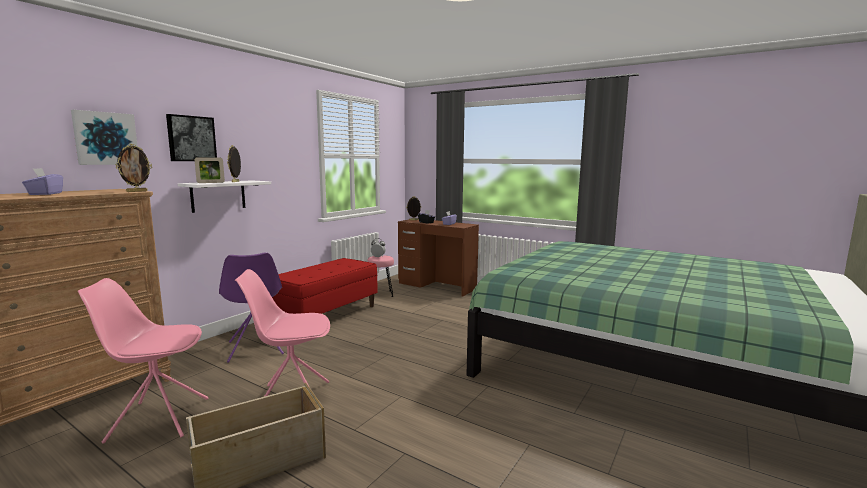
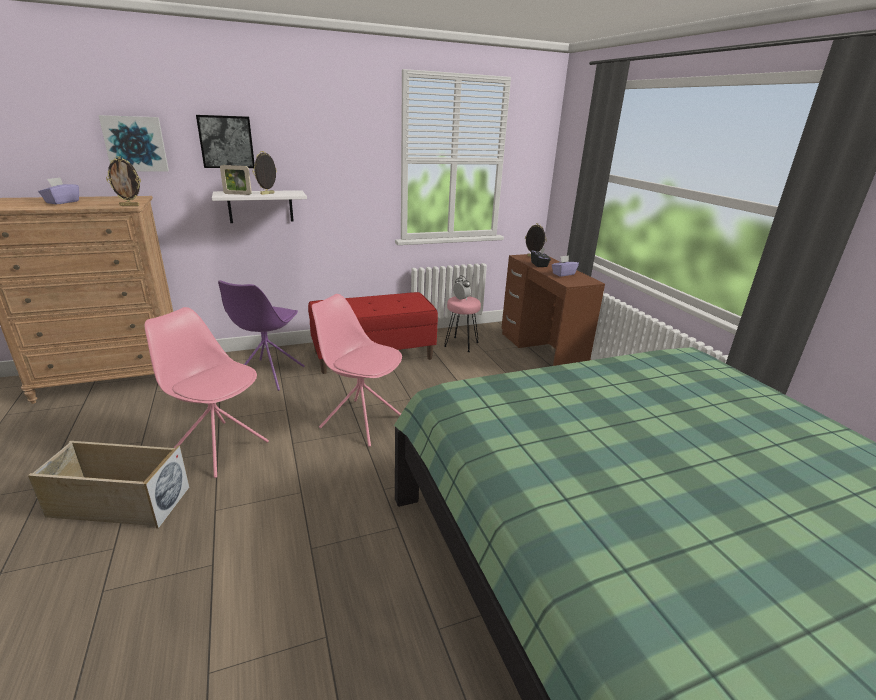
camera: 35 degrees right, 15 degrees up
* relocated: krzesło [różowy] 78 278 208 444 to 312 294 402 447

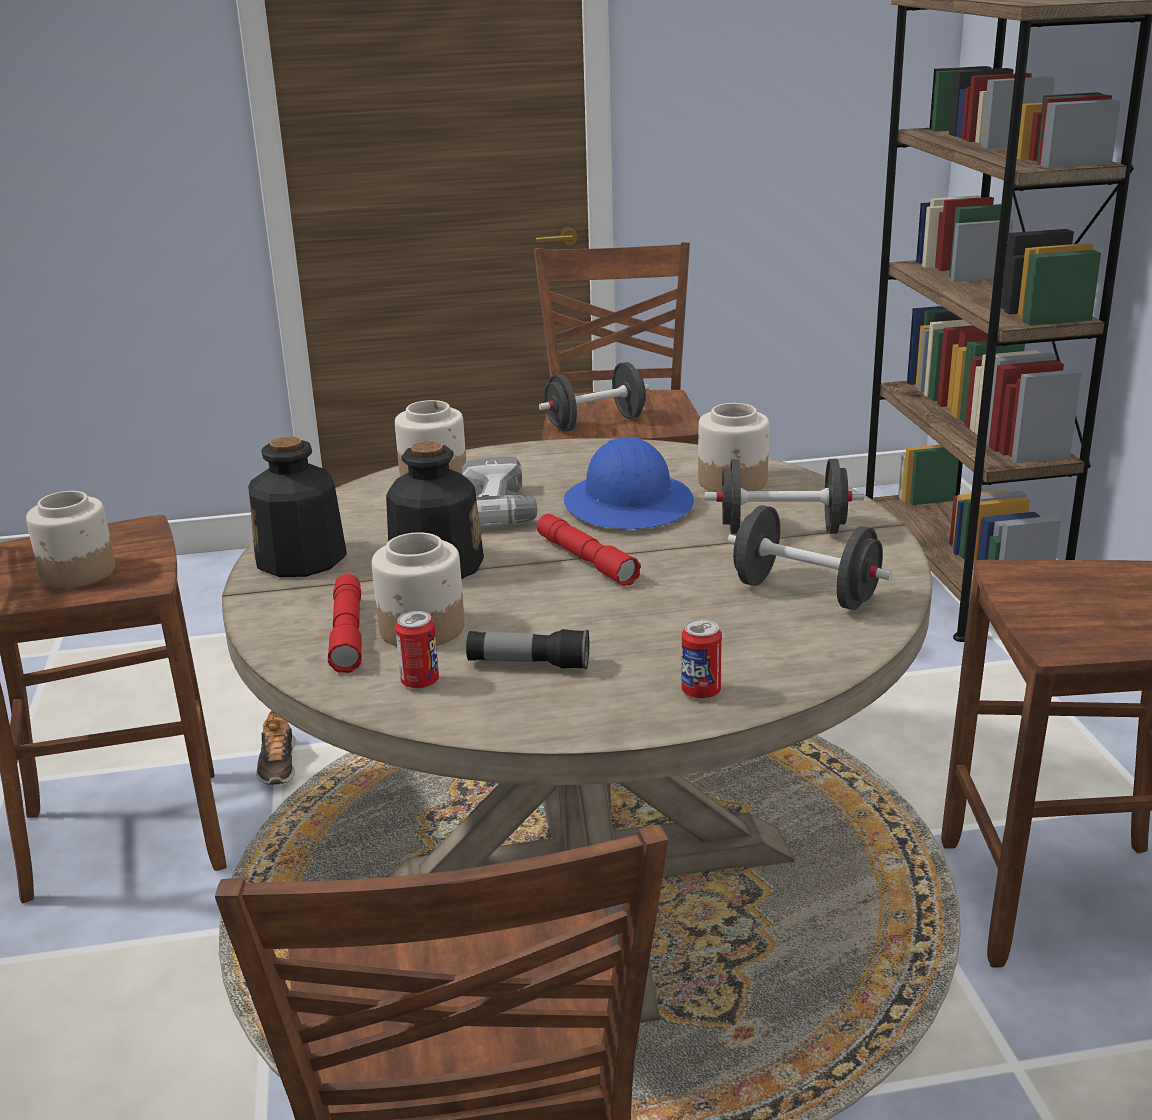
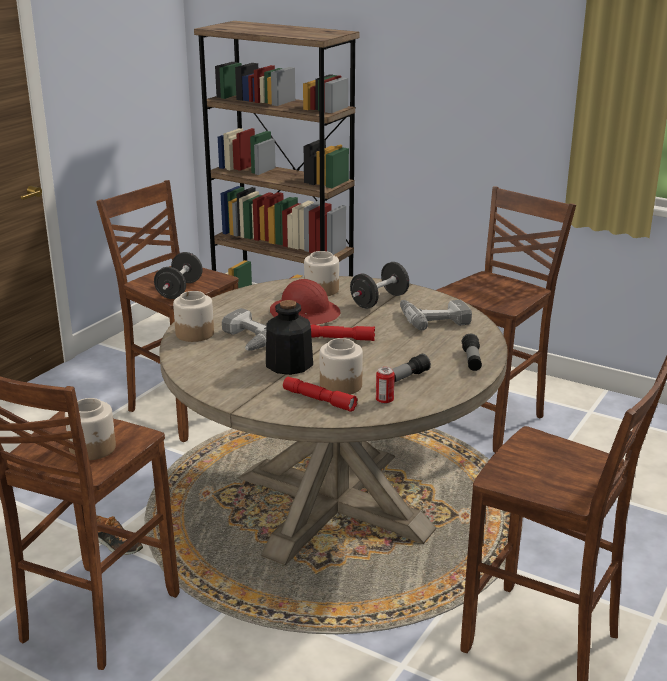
camera: 50 degrees left, 0 degrees up
* missing: butelka 248 436 347 577
* exchanged: puszka 682 619 722 699 to latarka 462 334 482 371
* exchanged: hantel [czarny] 727 505 892 610 to wiertarka 400 300 472 330
* colour: kask [niebieski] 564 437 694 529 to kask [czerwony] 270 279 341 325

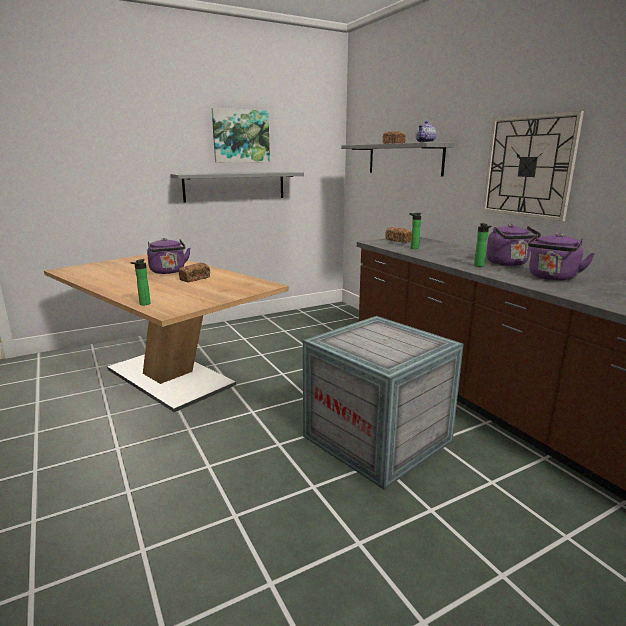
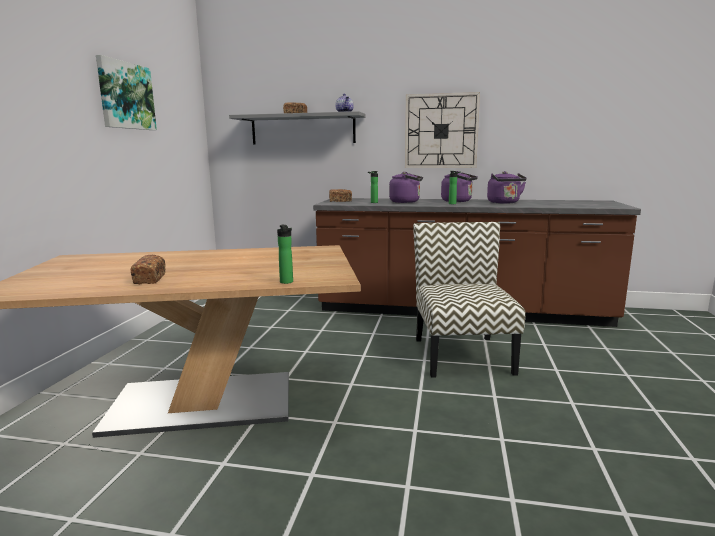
camera: 50 degrees left, 5 degrees down
* missing: półka [szary] 170 172 304 202
* relocated: czajnik [fioletowy] 147 238 191 274 to 389 172 423 203
* relocated: chleb 179 263 210 283 to 131 255 166 284
* exchanged: skrzynka 303 316 464 489 to krzesło 413 222 526 377

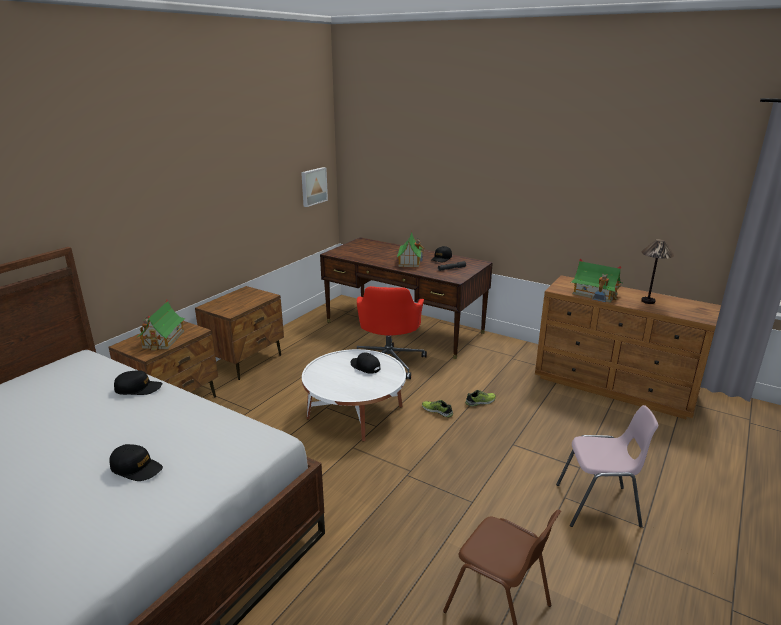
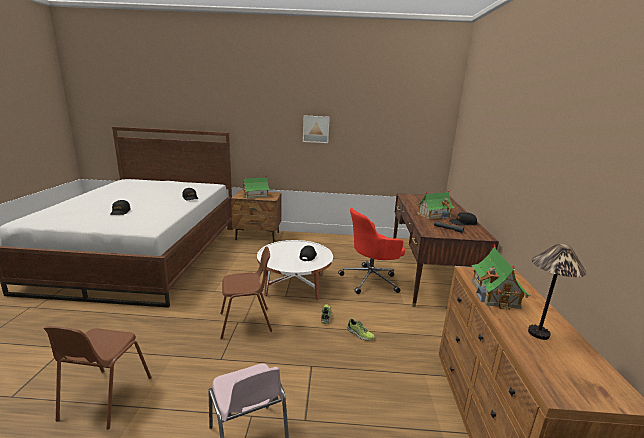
camera: 60 degrees right, 5 degrees down
* missing: szafka nocna [brązowy] 195 286 284 380
* appeared: krzesło [brązowy] 220 246 272 339
* relocated: obraz 301 167 328 207 to 303 115 330 143

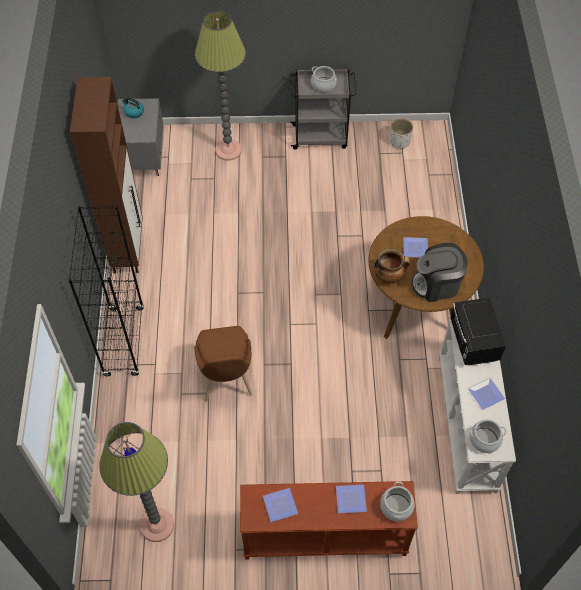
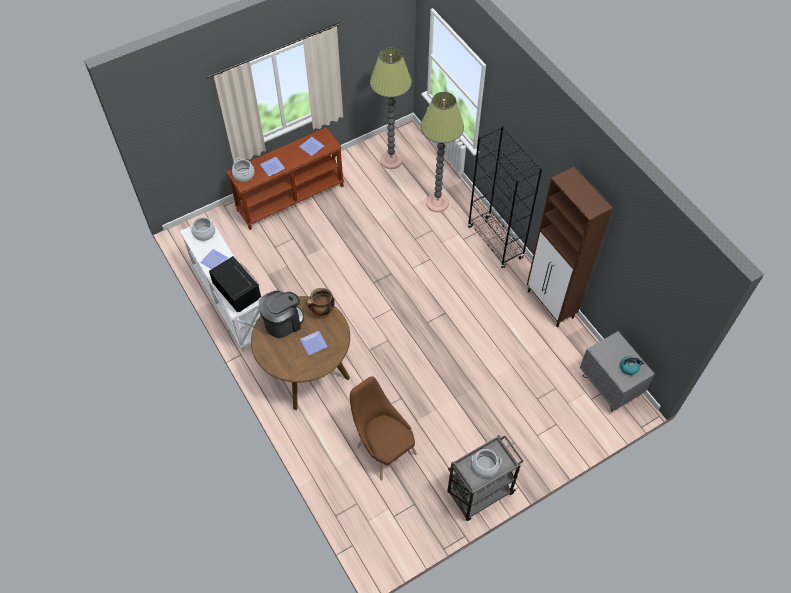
camera: 150 degrees right, 0 degrees up
* missing: donica [biały] 390 118 413 150
* relocated: krzesło [brązowy] 194 326 253 402 to 350 376 417 481
* relocated: lampa stojąca 195 11 246 161 to 421 92 464 212

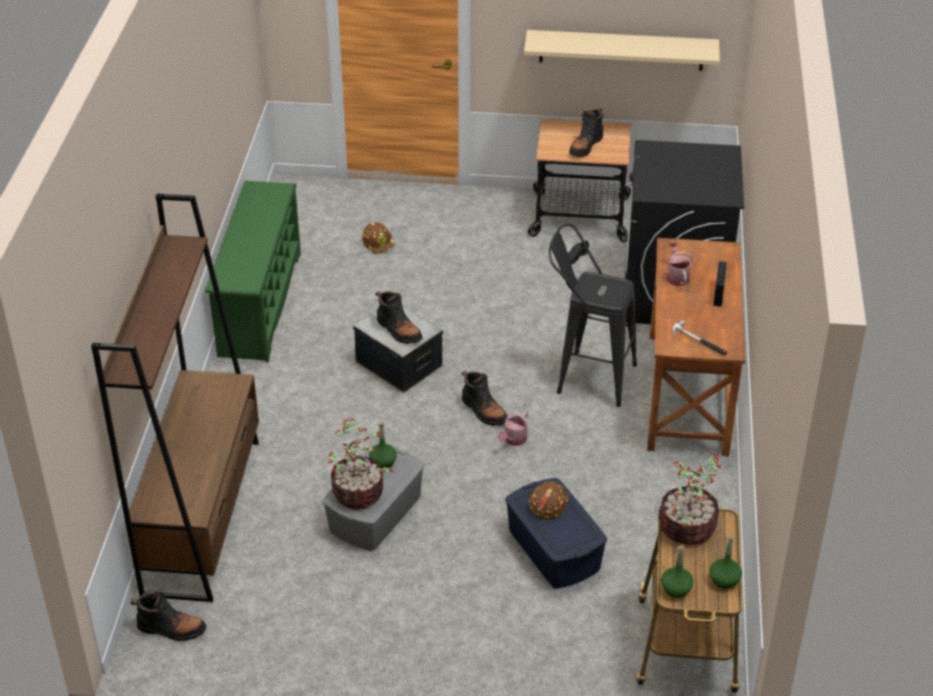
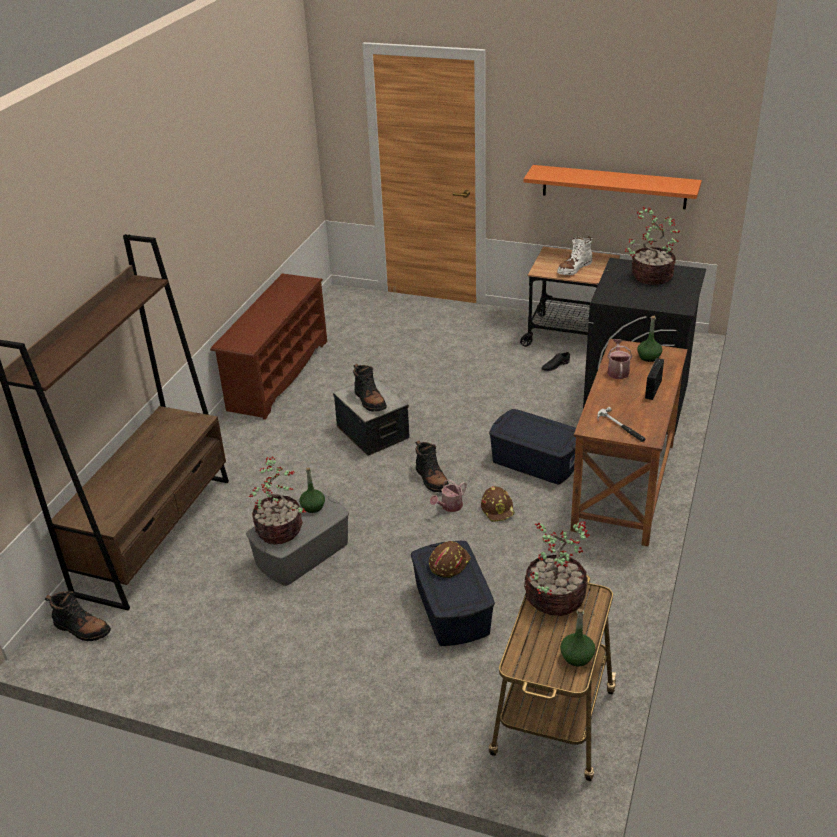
camera: 15 degrees right, 5 degrees down
* appeared: roślina doniczkowa 625 206 680 285
* relocated: kask [brązowy] 362 222 395 254 to 481 486 515 522
* relocated: butelka [zielony] 661 545 694 598 to 637 316 662 362
* exchanged: stołek [czarny] 548 223 637 407 to pojemnik do przechowywania [niebieski] 489 409 576 484
* colour: regał na buty [zielony] 205 181 301 363 to regał na buty [brązowy] 210 273 327 420
* colour: półka [beżowy] 524 30 720 71 to półka [pomarańczowy] 524 165 702 210
* colour: but z cholewką [czarny] 569 108 603 157 to but z cholewką [biały] 557 236 592 275

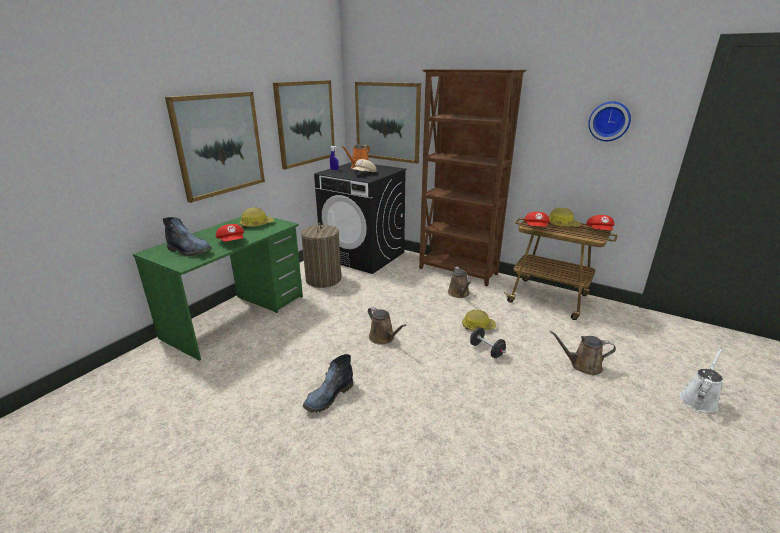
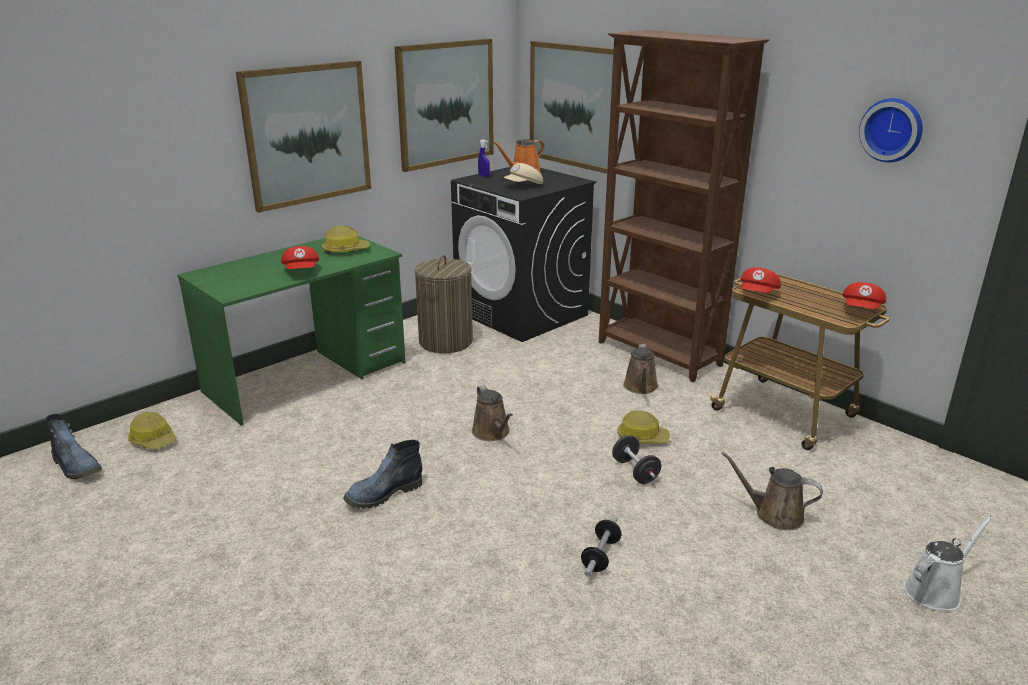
camera: 15 degrees right, 0 degrees up
* appeared: hantel 581 517 622 577
* relocated: but z cholewką 163 217 212 257 to 46 414 102 479
* relocated: kask 549 208 581 227 to 128 412 177 449

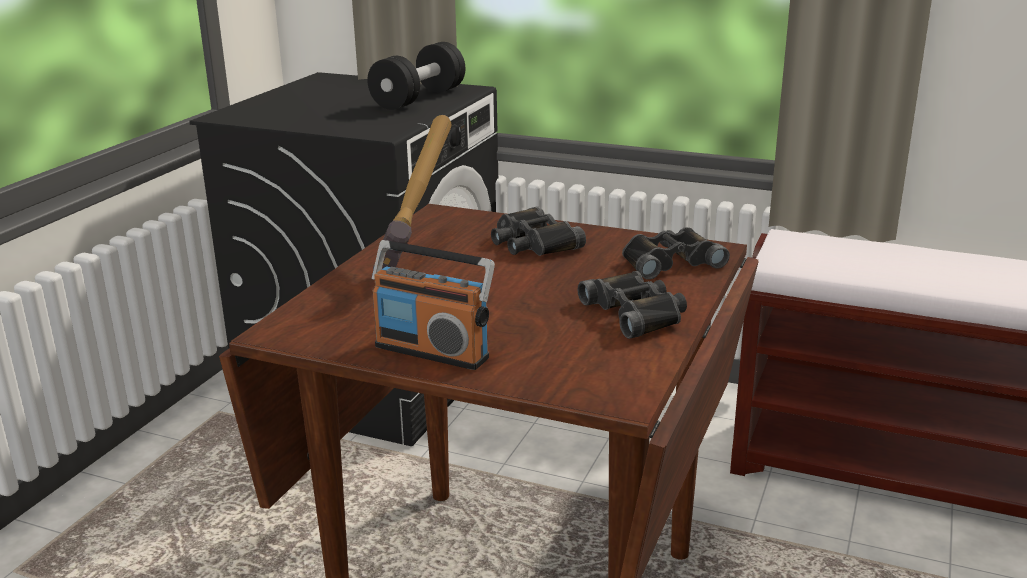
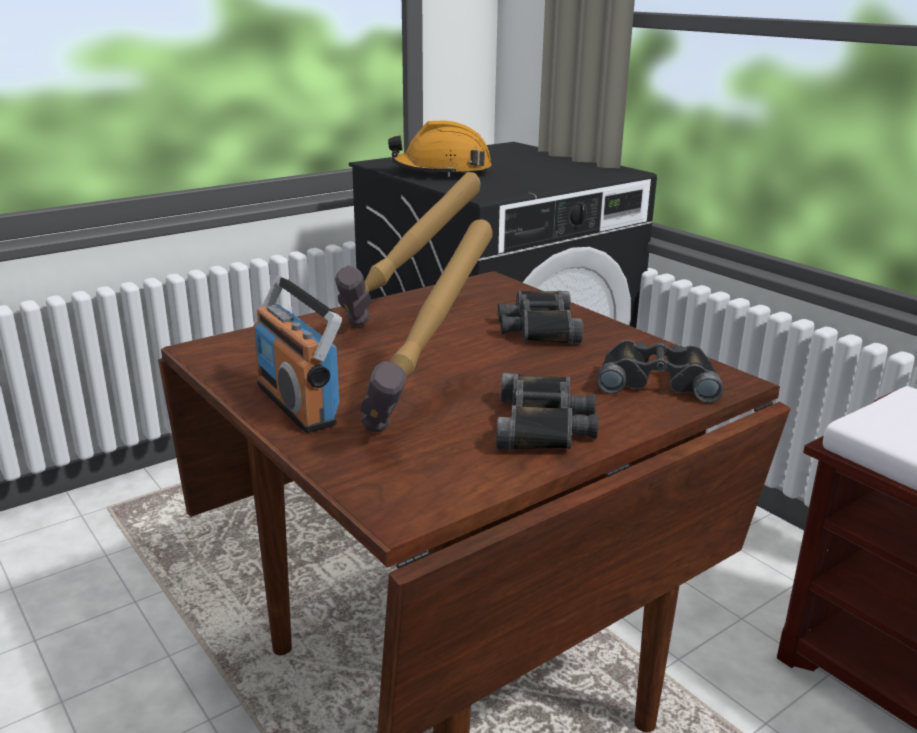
camera: 30 degrees right, 0 degrees up
* missing: hantel [czarny] 367 42 465 110
* appeared: młotek 360 219 493 432
* appeared: kask [pomarańczowy] 388 121 492 177

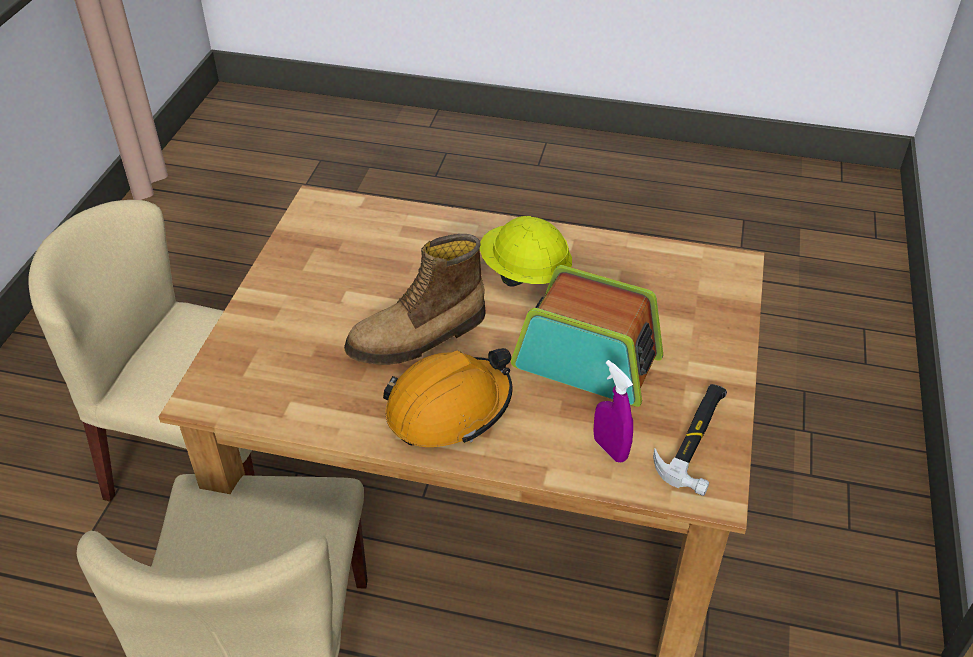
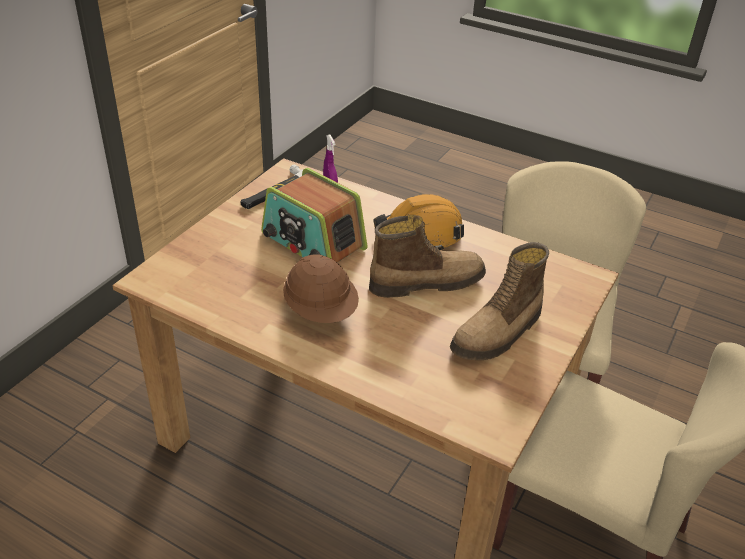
camera: 165 degrees left, 5 degrees down
* appeared: but z cholewką 450 242 549 360
* colour: kask [żółty] 480 216 572 287 to kask [brązowy] 283 254 359 323

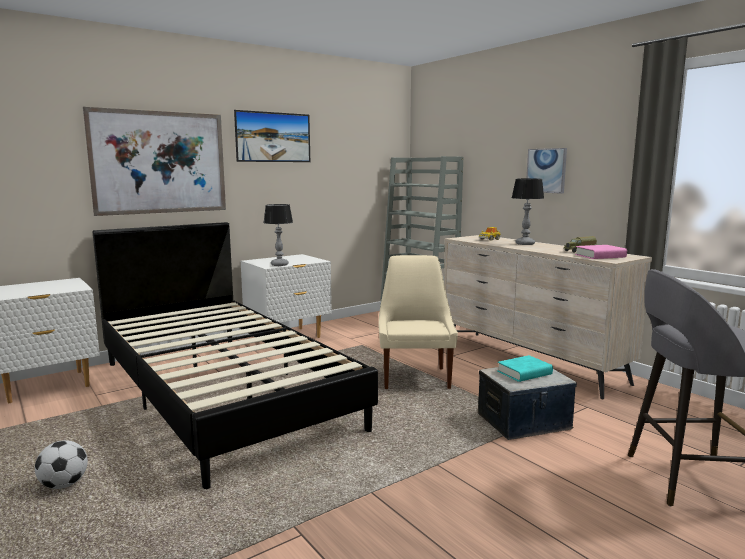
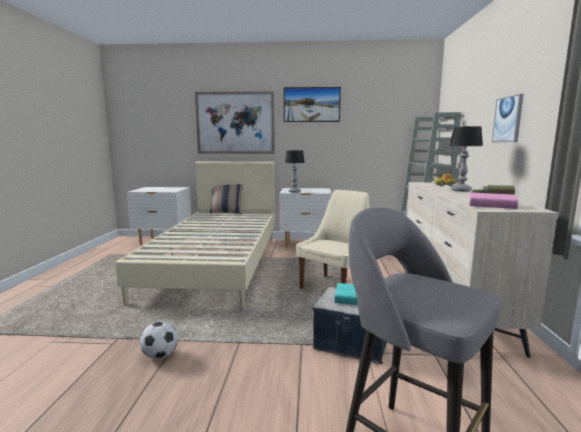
camera: 40 degrees right, 0 degrees up
* appeared: poduszka 210 184 243 214
* relocated: piłka futbolowa 35 440 88 489 to 140 321 178 359
* colour: łóżko [czarny] 93 222 378 489 to łóżko [beżowy] 115 162 275 309

